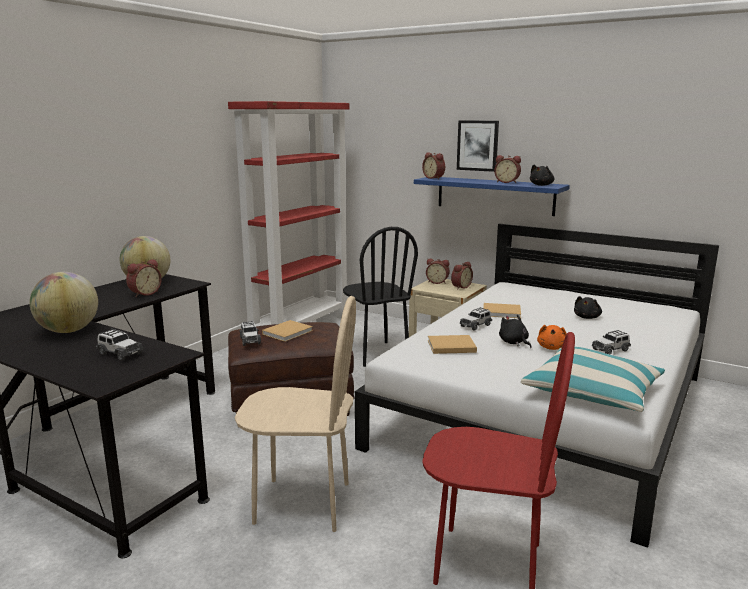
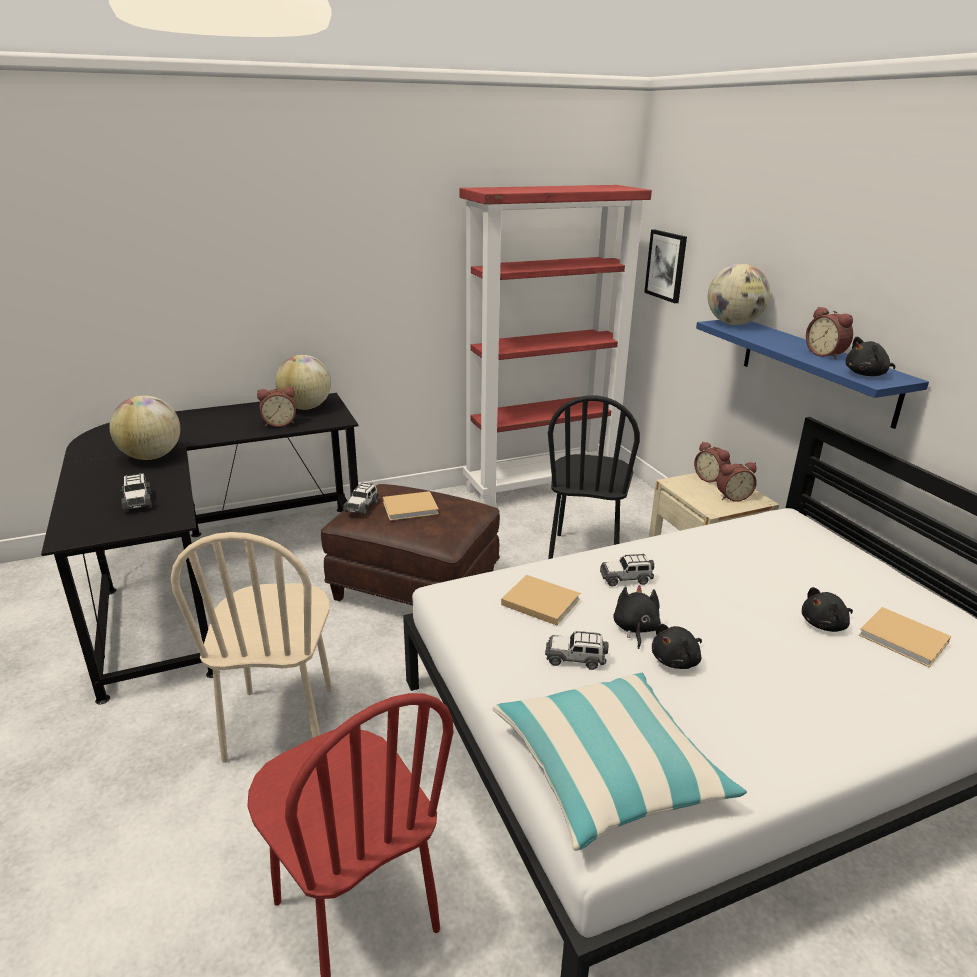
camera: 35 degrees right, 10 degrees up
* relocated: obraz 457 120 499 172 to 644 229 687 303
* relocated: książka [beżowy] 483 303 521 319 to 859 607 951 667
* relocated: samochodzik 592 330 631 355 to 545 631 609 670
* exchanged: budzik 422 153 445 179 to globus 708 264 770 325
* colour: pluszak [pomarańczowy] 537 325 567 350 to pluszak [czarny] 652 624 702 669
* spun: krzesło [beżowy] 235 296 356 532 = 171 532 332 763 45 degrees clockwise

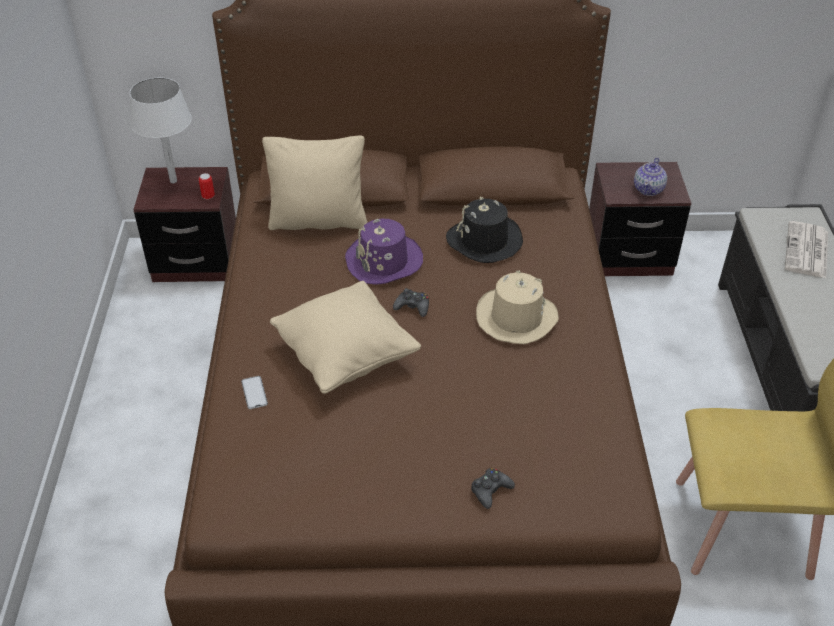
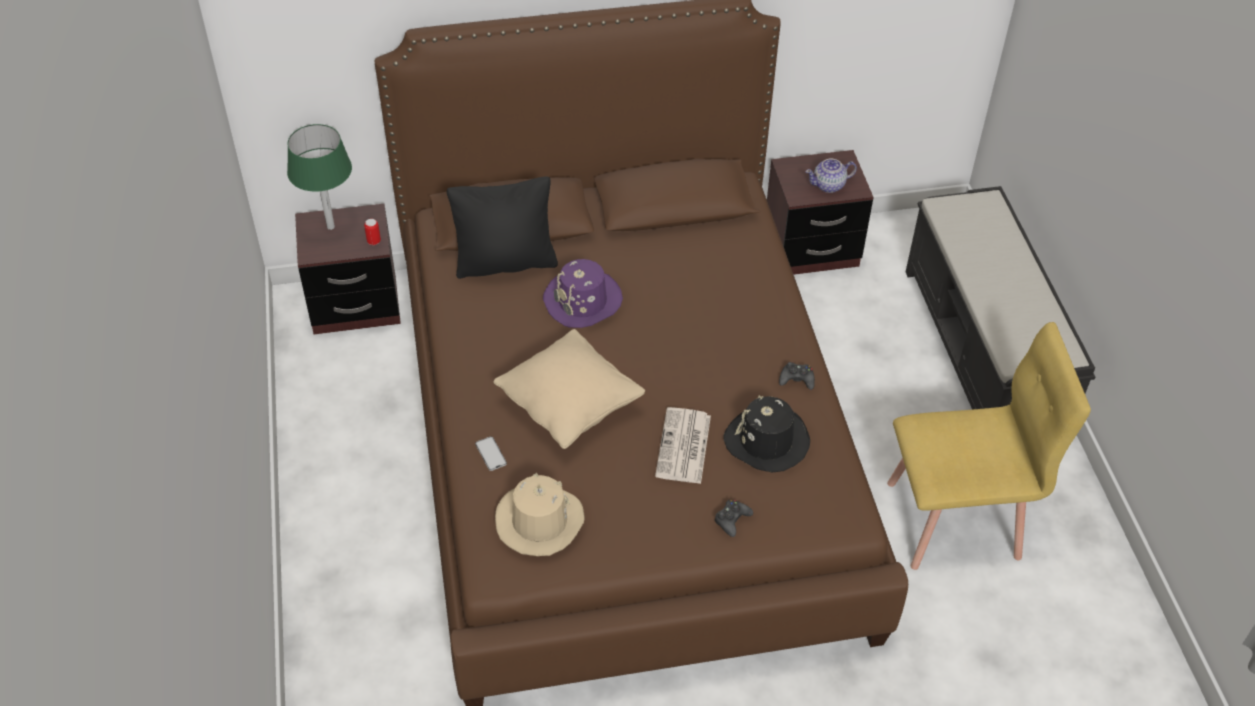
camera: 10 degrees left, 5 degrees up
* relocated: pad do gier [czarny] 393 288 429 317 to 779 362 815 390
* relocated: kapelusz [czarny] 446 197 523 263 to 723 395 810 473
* relocated: kapelusz [beżowy] 476 270 559 344 to 495 473 585 556
* relocated: gazeta 785 221 828 278 to 655 407 711 484
* colour: lampa stołowa [biały] 130 78 192 183 to lampa stołowa [zielony] 287 124 352 230
* colour: poduszka [beżowy] 262 136 367 230 to poduszka [czarny] 447 176 558 279
* spun: imbryk 634 158 667 196 = 805 158 857 193 60 degrees clockwise

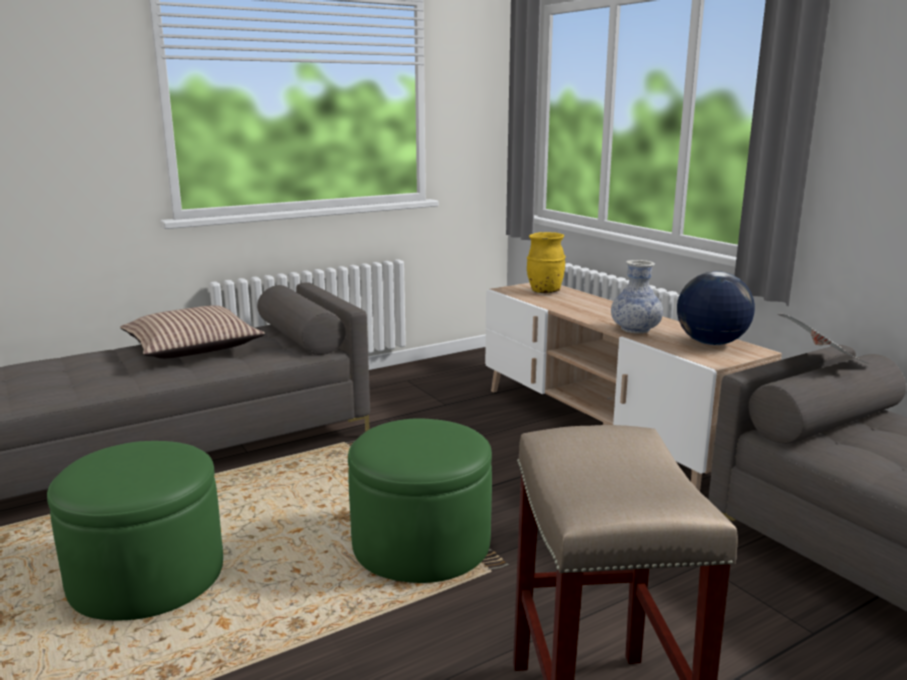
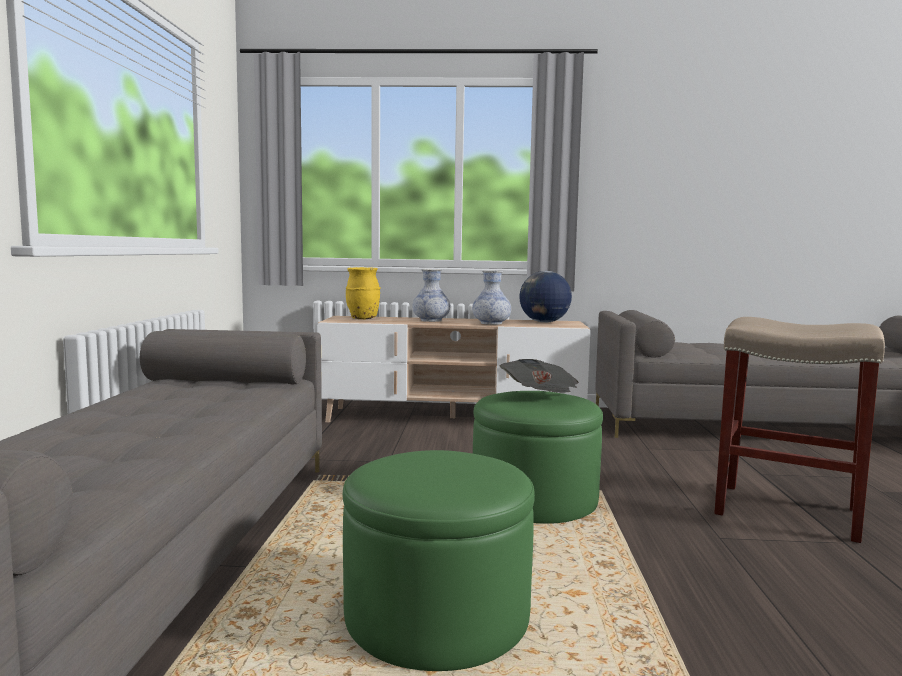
camera: 55 degrees left, 10 degrees down
* missing: poduszka 120 305 265 359
* appeared: wazon 412 269 450 322
* relocated: gazeta 778 313 870 364 to 500 359 579 393

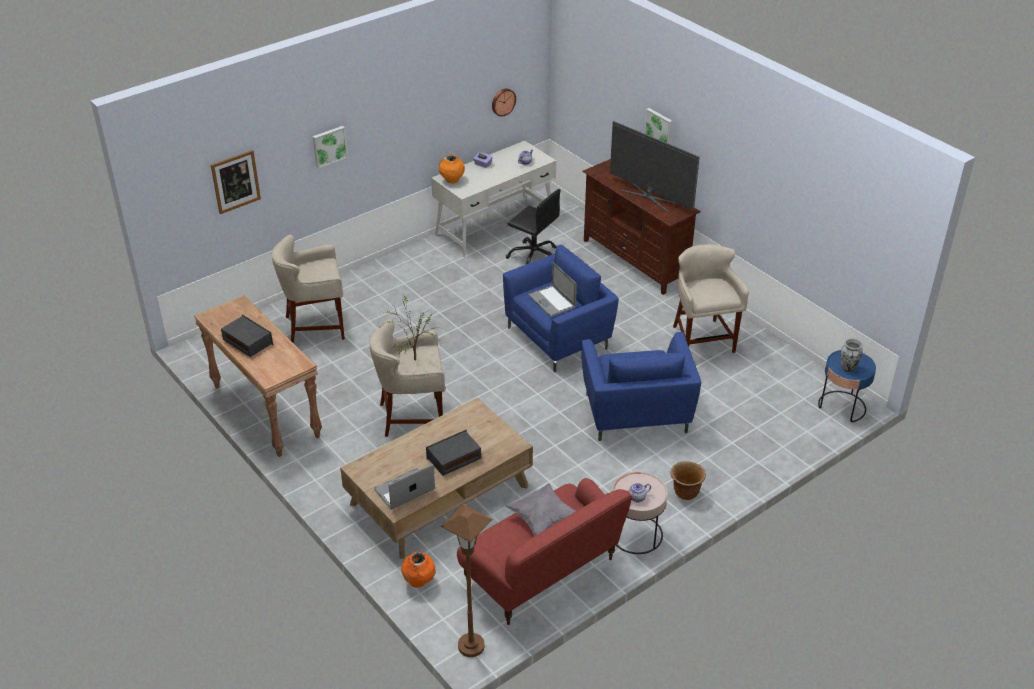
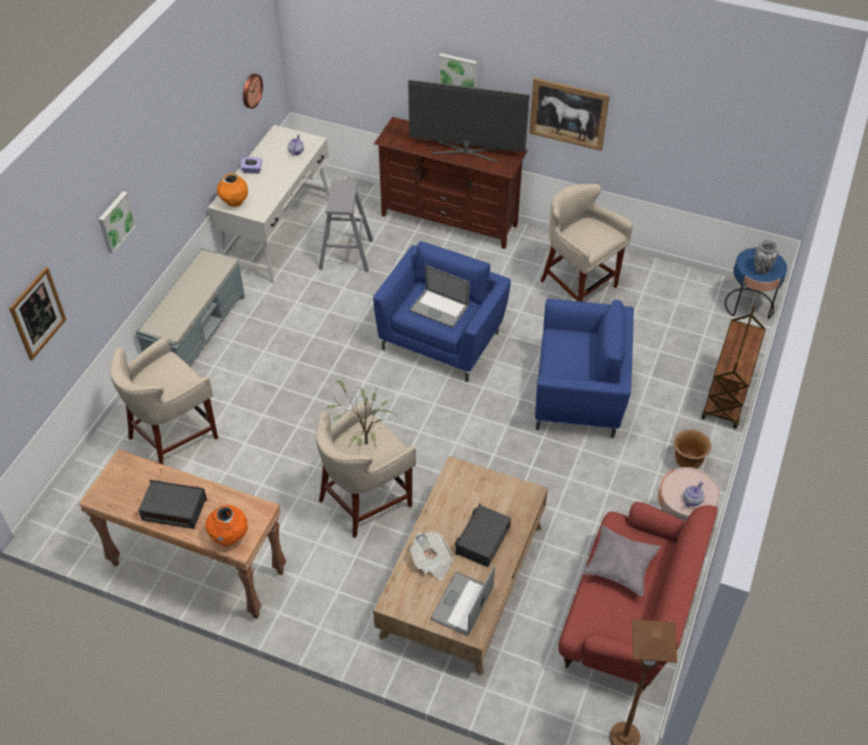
camera: 30 degrees left, 10 degrees up
* appeared: ławka [szary] 135 247 245 367
* appeared: gazeta 410 531 454 580
* appeared: obraz 529 78 610 151
* appeared: wózek [brązowy] 702 306 766 429
* relocated: wazon [pomarańczowy] 401 552 436 588 to 205 505 248 546
* exchanged: krzesło biurowe [czarny] 506 189 561 264 to stołek [szary] 319 180 373 272
* spun: fotel [niebieski] 581 332 701 441 = 535 299 634 438 45 degrees counterclockwise

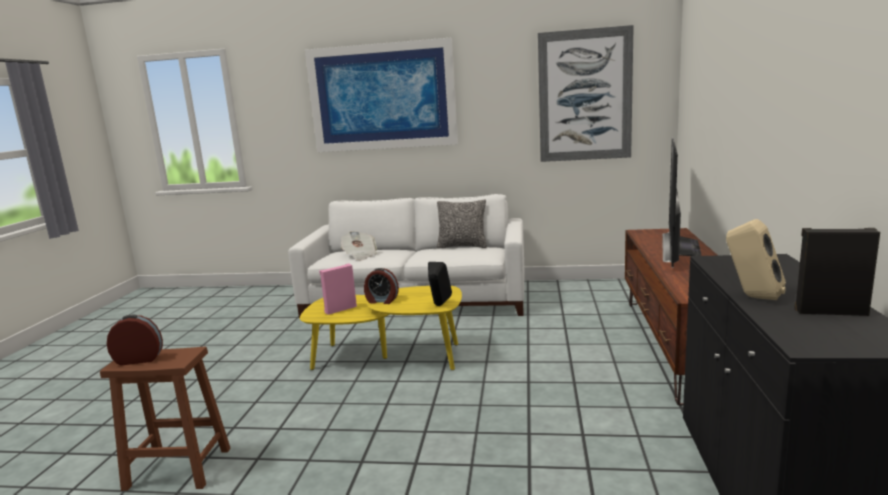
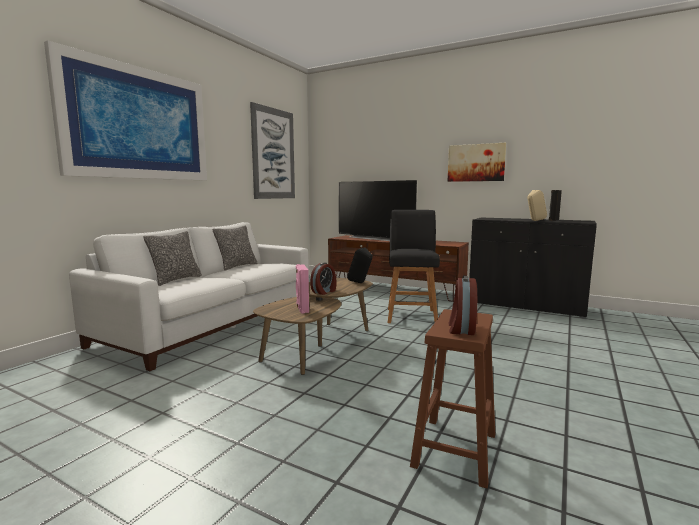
camera: 70 degrees left, 5 degrees down
* missing: gazeta 341 231 377 260
* appeared: poduszka 143 231 202 286
* appeared: stołek [czarny] 388 210 440 323
* appeared: obraz 448 143 506 182
* colour: ława [żółty] 300 286 462 370 to ława [brązowy] 253 278 373 375

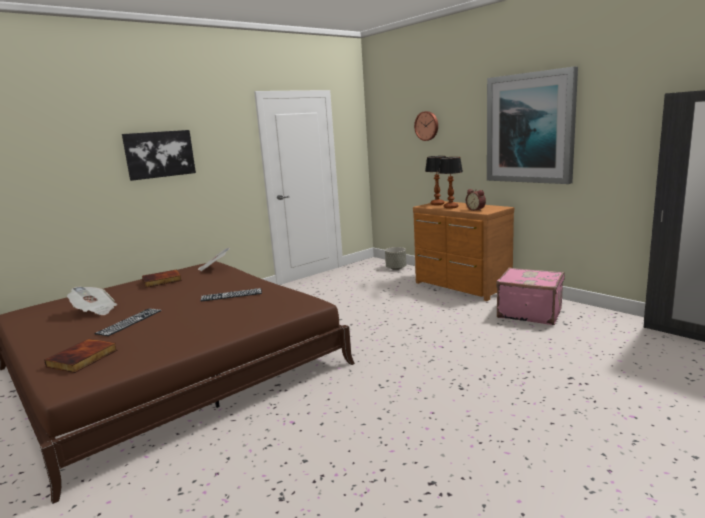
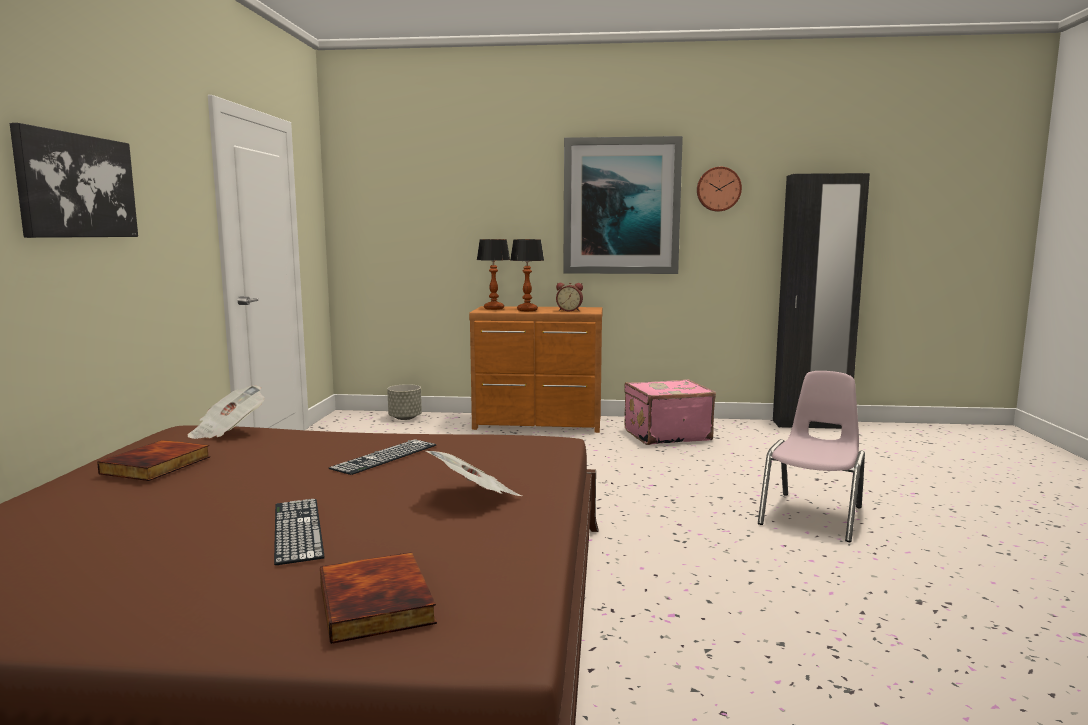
camera: 45 degrees left, 5 degrees down
* appeared: krzesło [różowy] 758 371 865 542
* relocated: gazeta 67 286 117 315 to 426 451 523 496
* relocated: zegar ścienny 414 111 438 141 to 697 167 742 212

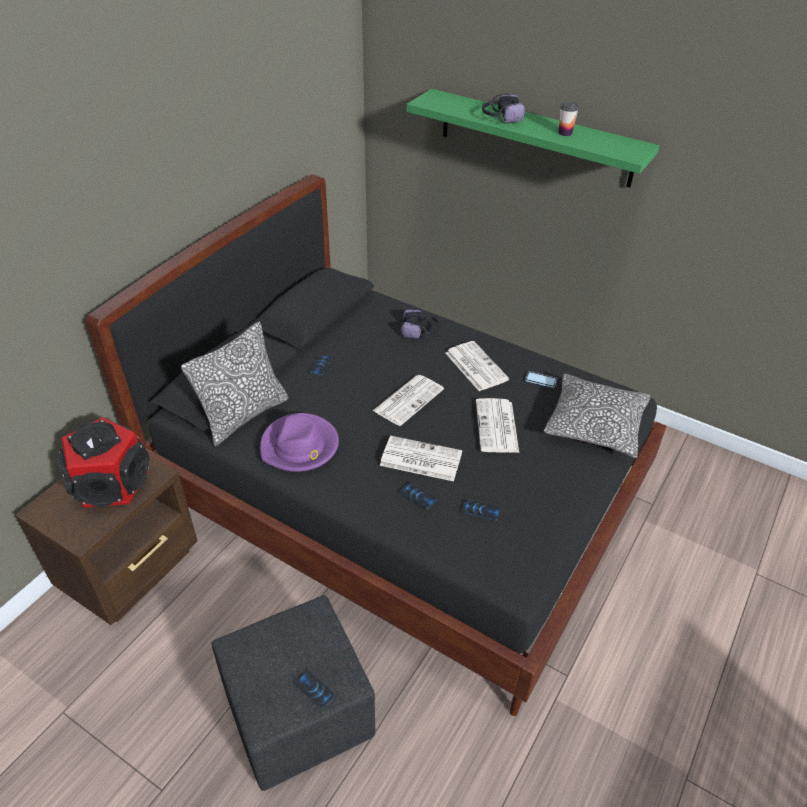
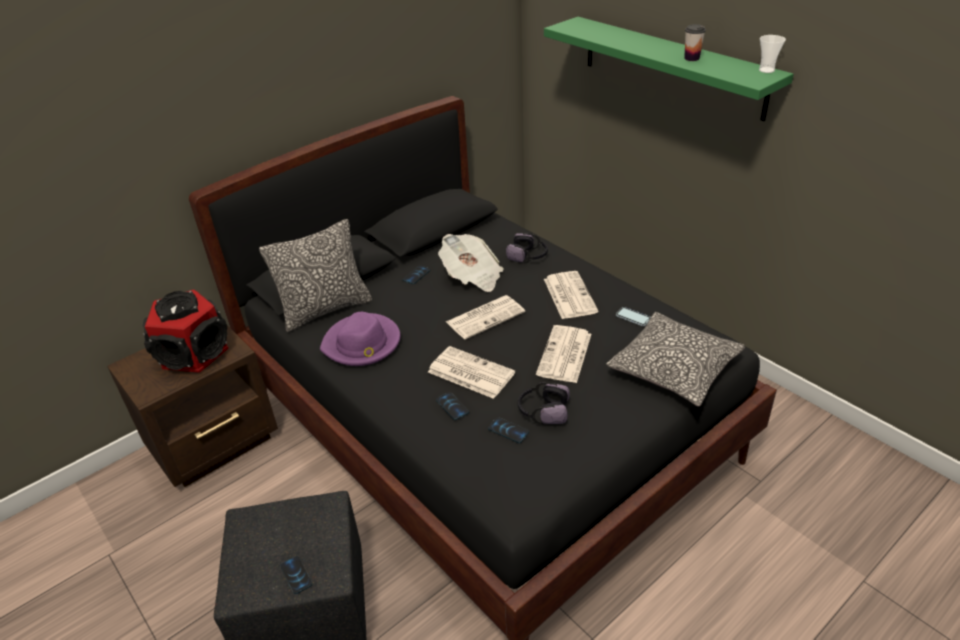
camera: 20 degrees right, 5 degrees down
* appeared: gazeta 438 234 504 292
* appeared: filiżanka 759 35 786 73
* relocated: słuchawki 482 94 525 123 to 518 382 570 424

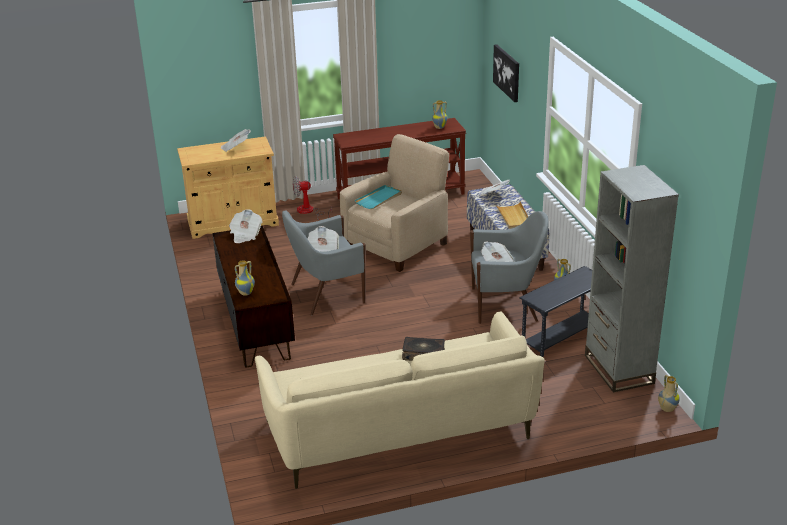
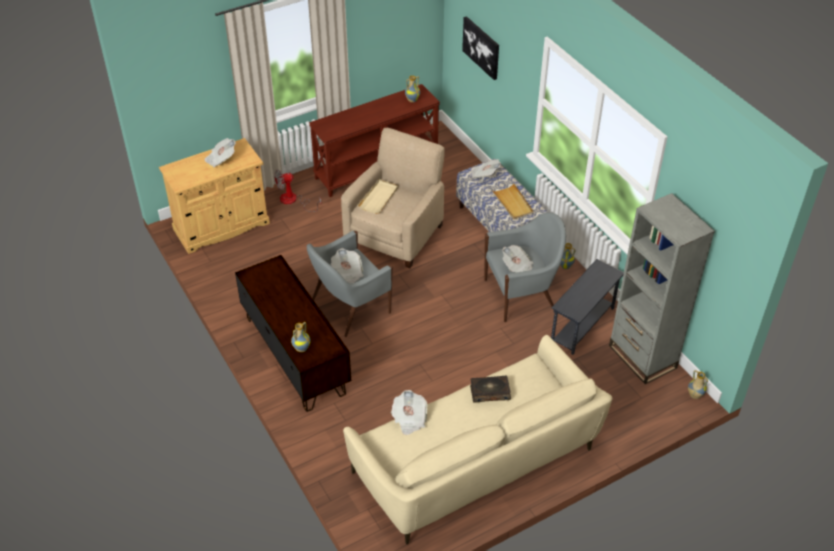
camera: 15 degrees left, 15 degrees up
* relocated: gazeta 229 209 262 243 to 391 390 428 435
* colour: taca [turkusowy] 355 185 402 209 to taca [beżowy] 357 179 398 214

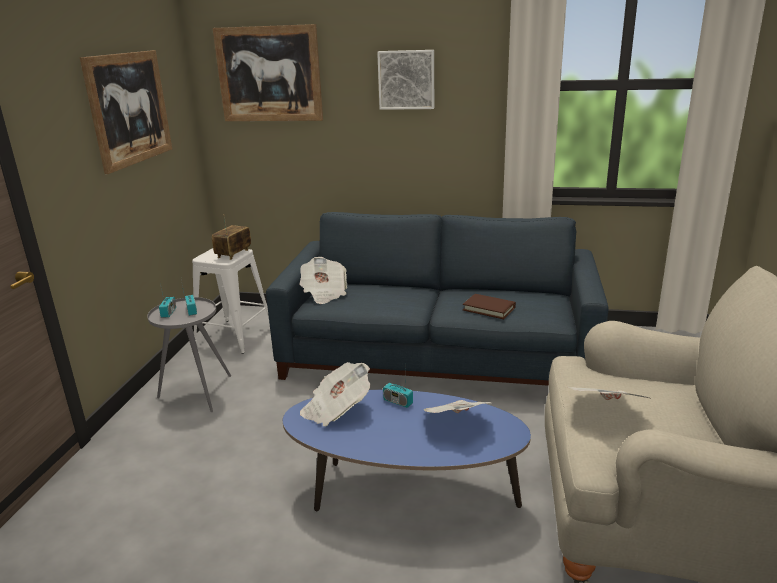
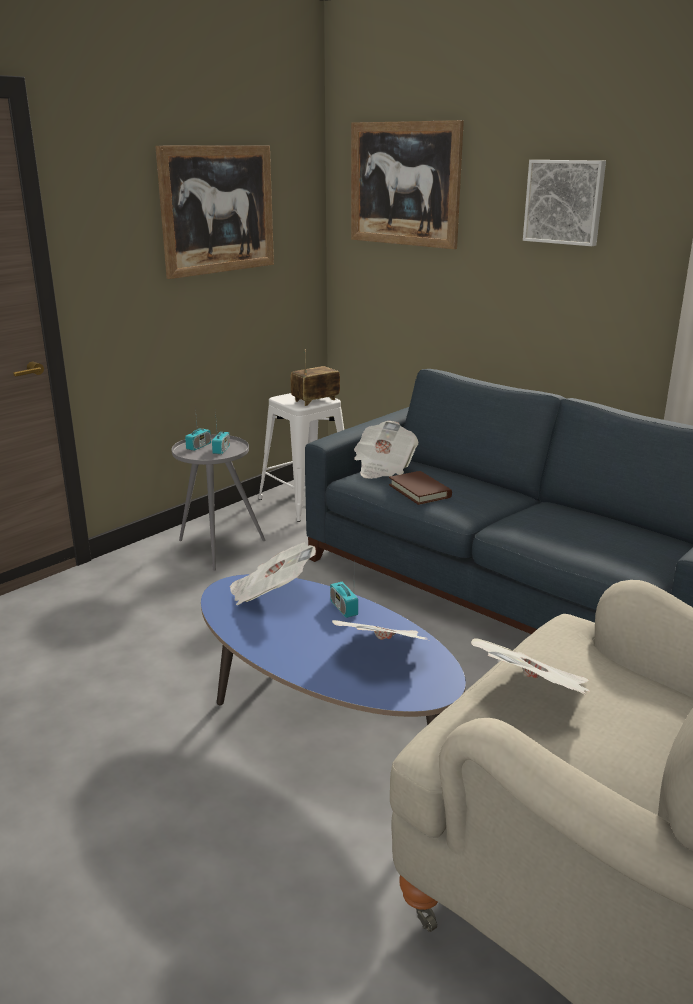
camera: 30 degrees right, 0 degrees up
* relocated: książka [brązowy] 463 294 516 319 to 389 471 452 505

